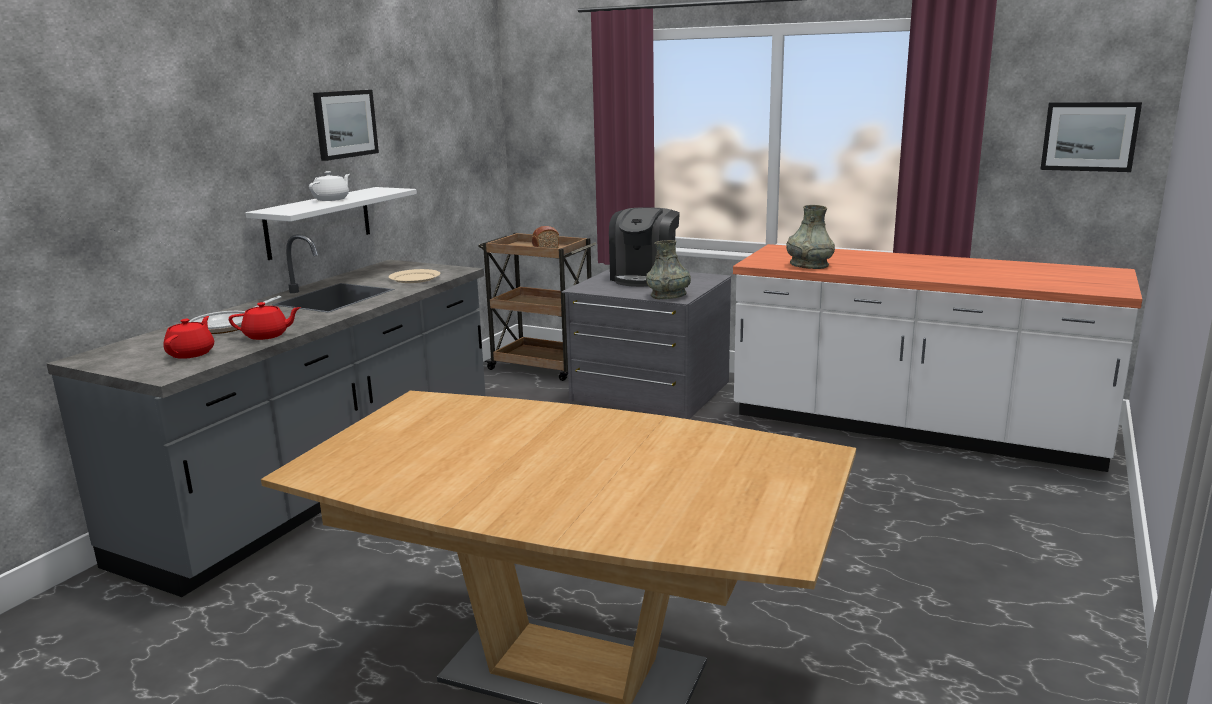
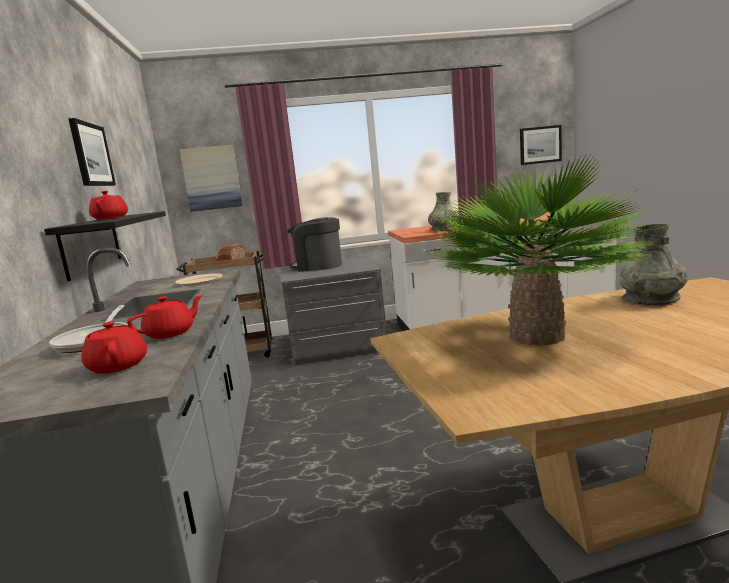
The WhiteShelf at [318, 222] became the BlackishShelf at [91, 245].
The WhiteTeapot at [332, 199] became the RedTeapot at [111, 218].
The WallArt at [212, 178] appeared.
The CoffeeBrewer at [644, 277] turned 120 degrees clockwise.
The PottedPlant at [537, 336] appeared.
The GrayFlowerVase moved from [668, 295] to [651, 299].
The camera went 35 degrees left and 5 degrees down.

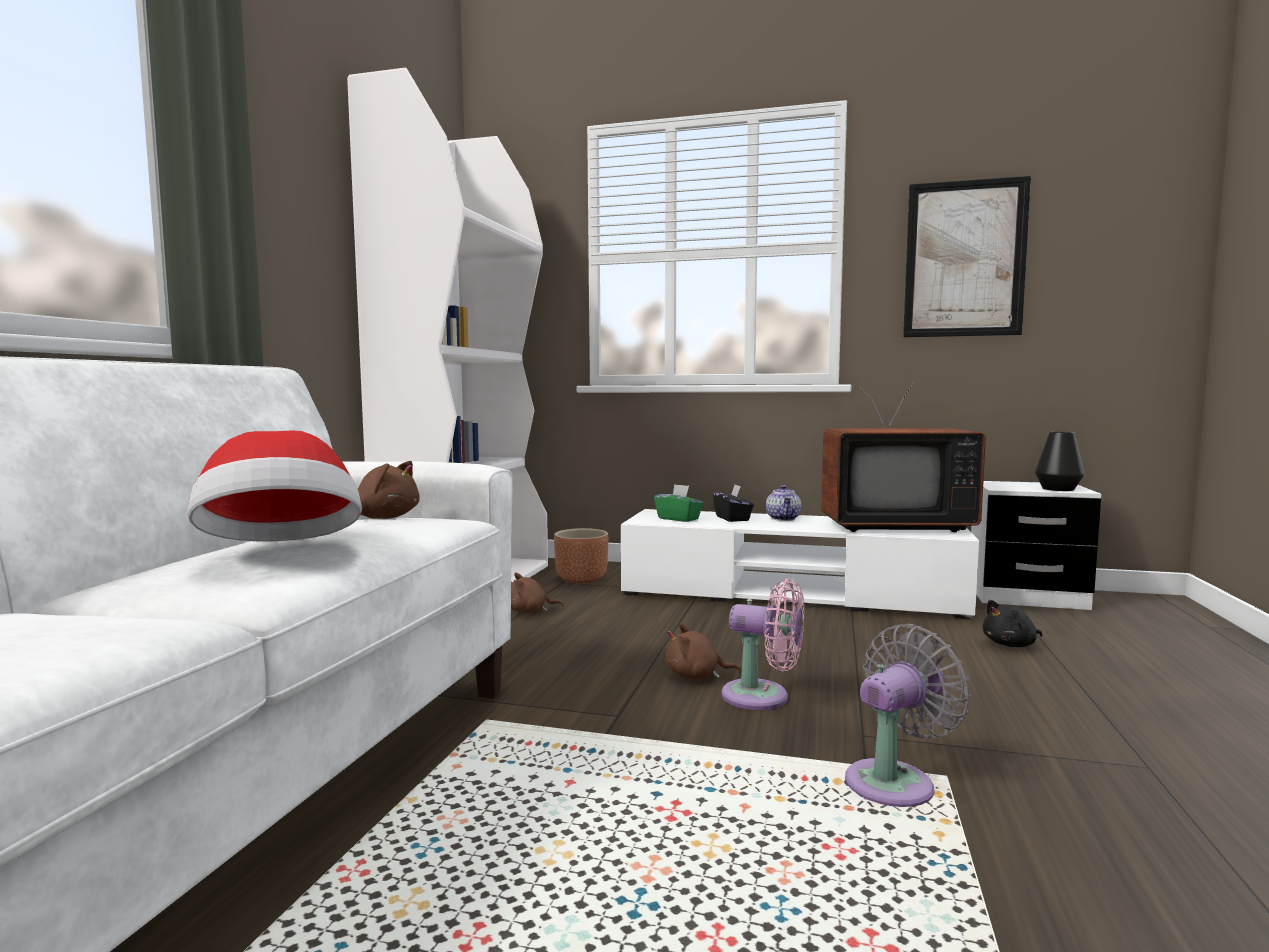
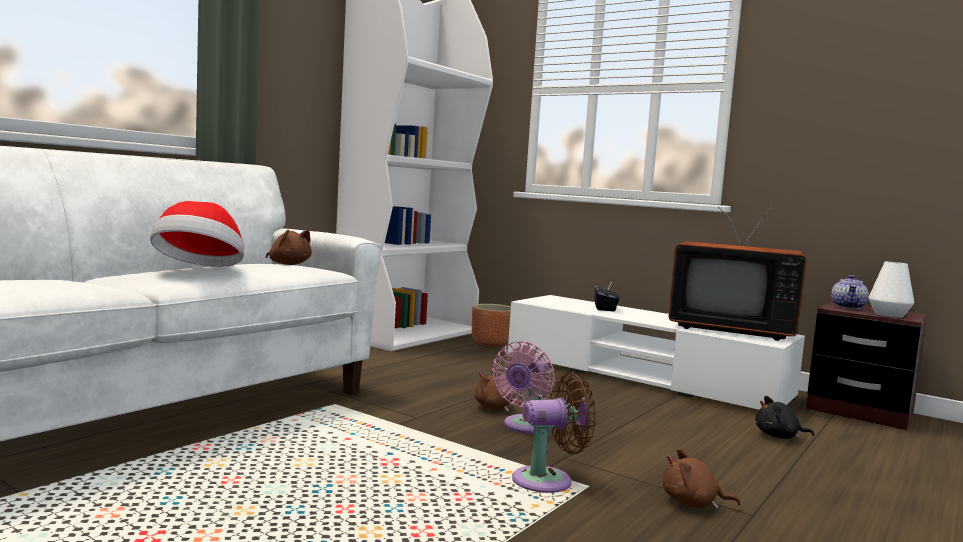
The PinkColouredCoolingFan at [762, 697] turned 75 degrees clockwise.
The GrayCoolingFan at [895, 782] became the BrownCoolingFan at [548, 481].
The BrownCuddlyToy moved from [529, 612] to [693, 504].
The WhiteBedsideTable at [1026, 596] became the BrownBedsideTable at [859, 412].
The Teapot moved from [783, 518] to [848, 307].
The BlackishFlowerVase at [1058, 489] became the WhiteFlowerVase at [889, 315].
The GreenTissueBox at [678, 519] disappeared.
The WallArt at [964, 259] disappeared.
The camera went 20 degrees right and 0 degrees up.

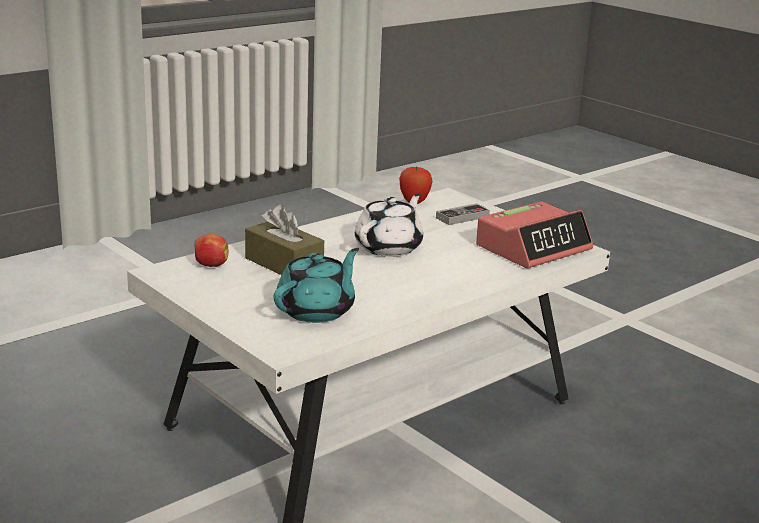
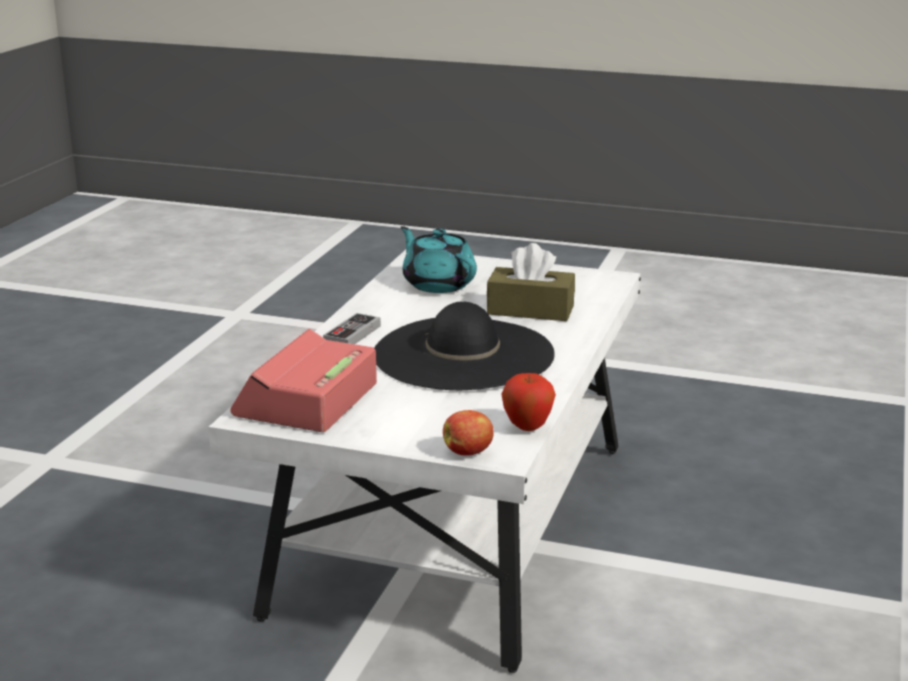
The Joypad moved from [462, 217] to [352, 335].
The WhiteTeapot at [389, 247] was replaced by the BlackishHat at [463, 354].
The TurquoiseColouredTeapot at [317, 310] turned 135 degrees clockwise.
The AppleFruit moved from [210, 265] to [468, 452].
The camera went 150 degrees right and 0 degrees up.

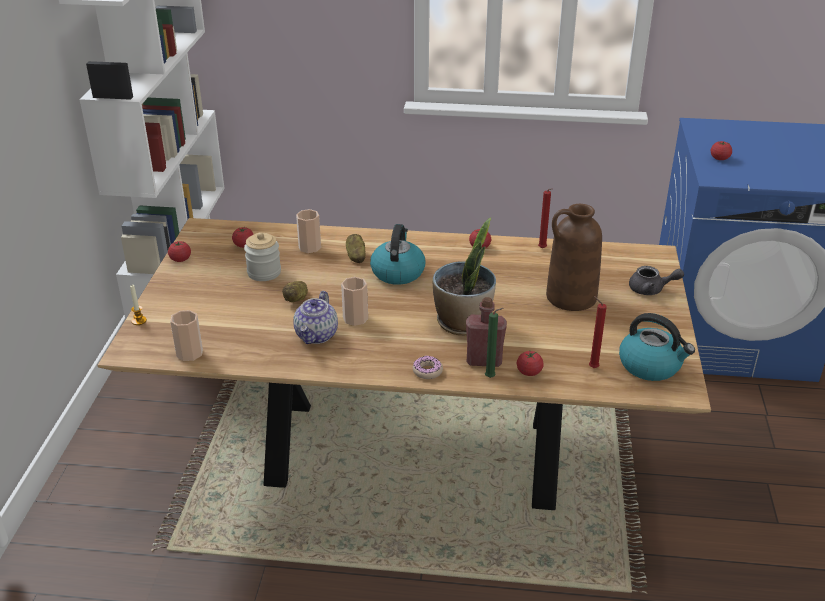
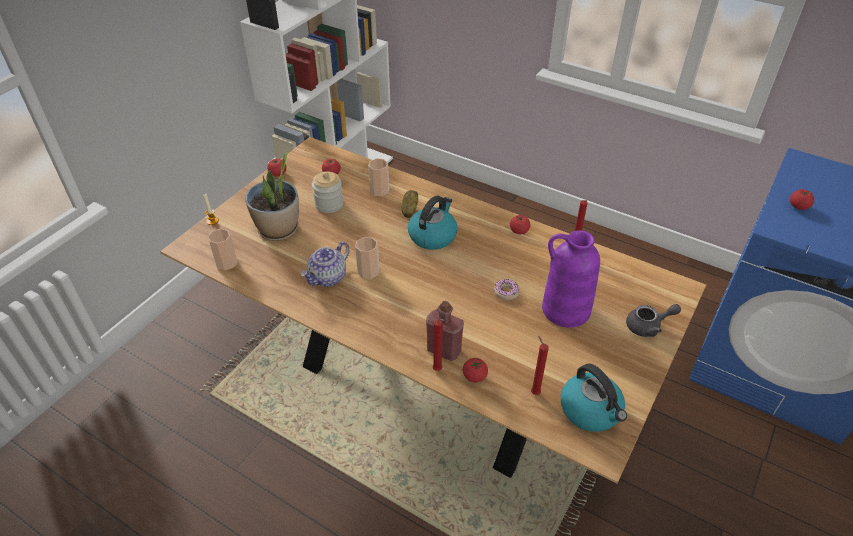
The PottedPlant moved from [463, 323] to [278, 230].
The GreenCandle at [491, 377] became the RedCandle at [438, 370].
The Donut moved from [427, 371] to [506, 292].
The BrownFlowerVase at [570, 297] became the PurpleFlowerVase at [565, 310].
The GrayTeapot at [651, 290] turned 45 degrees counterclockwise.
The Spud at [296, 299] disappeared.
The camera went 25 degrees right and 10 degrees up.

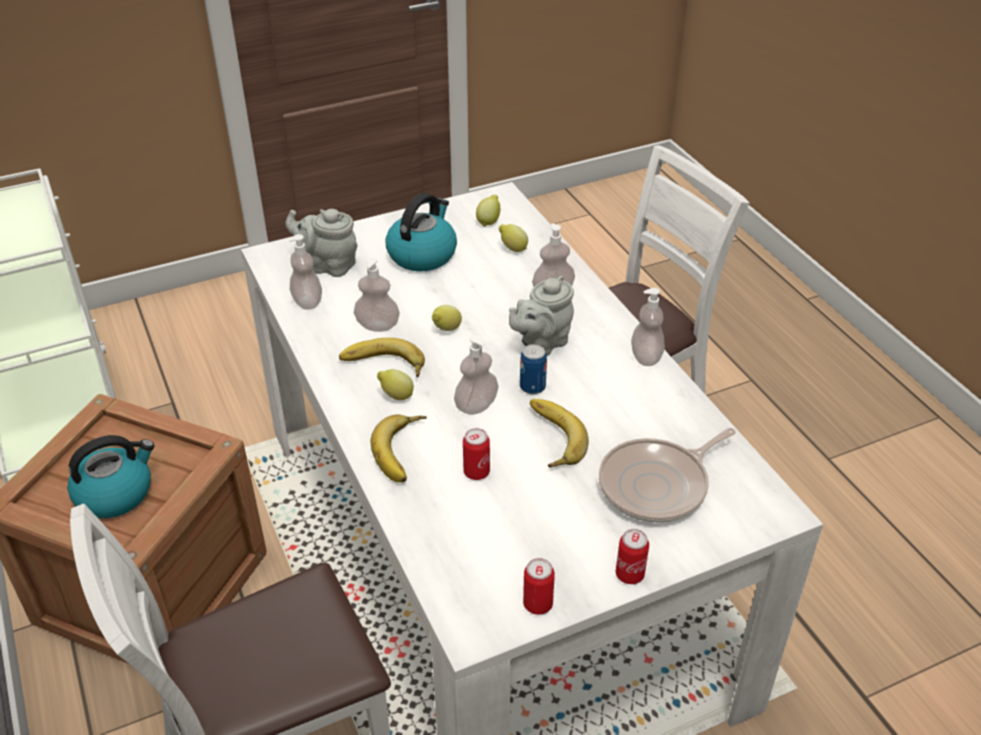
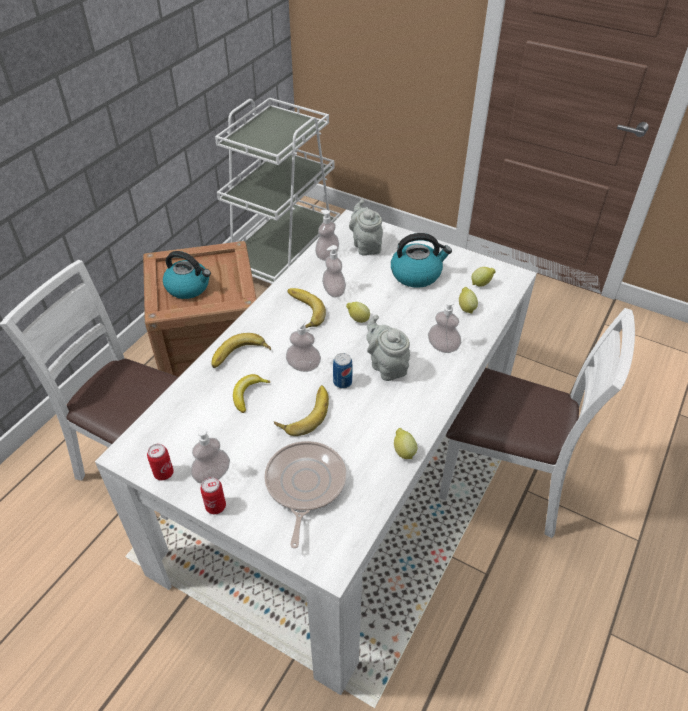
The SoapDispenser moved from [646, 357] to [212, 475].
The MetalCan at [476, 472] was replaced by the BananaFruit at [248, 394].
The Skillet at [658, 485] turned 75 degrees clockwise.
The GrayTeapot at [541, 343] turned 45 degrees clockwise.
The CitrusFruit moved from [396, 396] to [403, 451].
The camera went 55 degrees right and 5 degrees up.

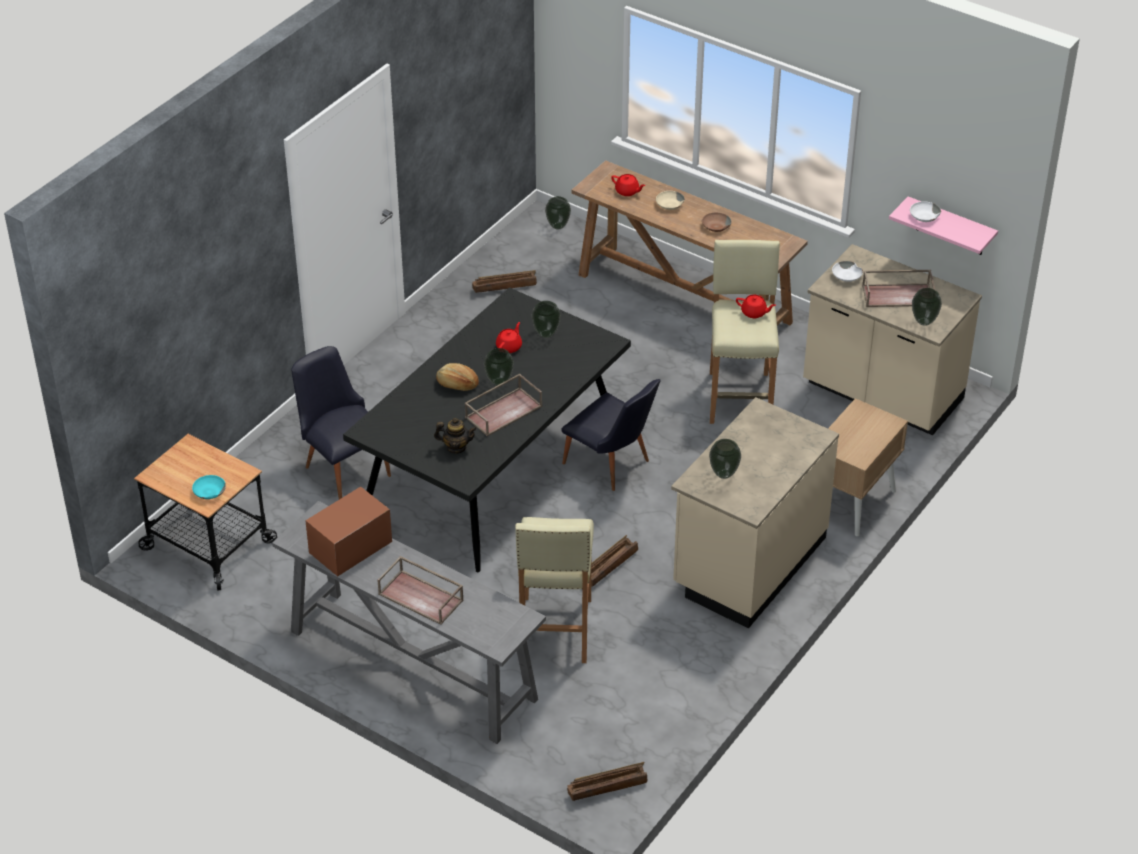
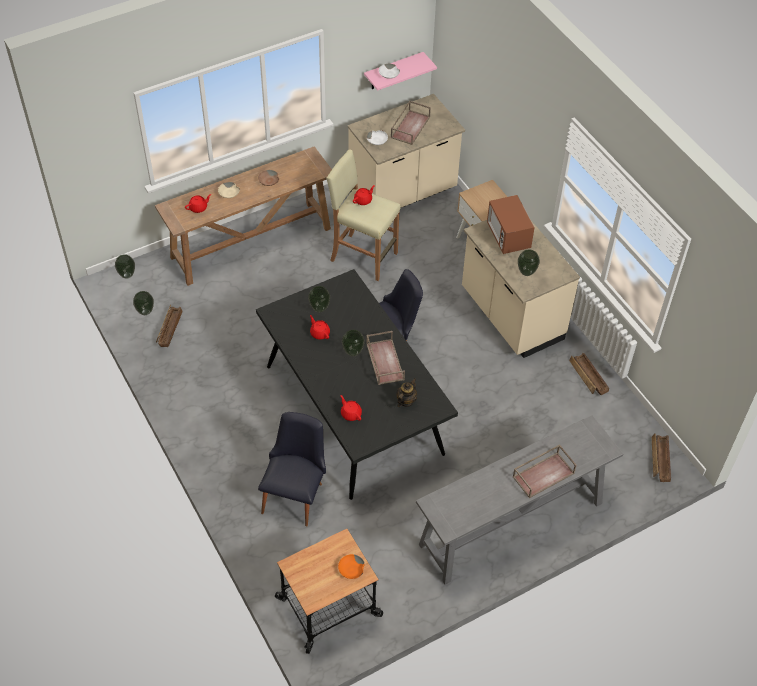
The FlowerVase moved from [924, 321] to [145, 311].
The BlackishChair at [343, 466] turned 120 degrees clockwise.
The TurquoiseColouredBowl at [209, 492] became the OrangeBowl at [351, 569].
The RedTeapot at [351, 413] appeared.
The KitchenMicrowave moved from [350, 550] to [508, 236].
The PackingCrate moved from [608, 566] to [588, 377].
The Bread at [457, 384] disappeared.
The BeigeSittingStool at [555, 630] disappeared.
The camera went 65 degrees left and 10 degrees up.

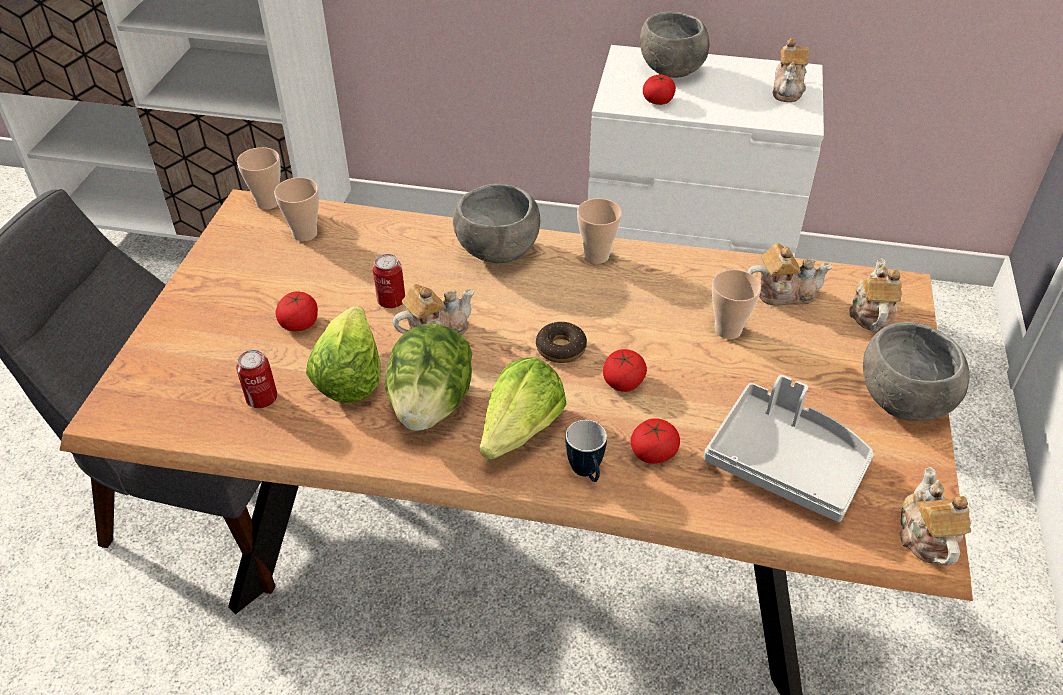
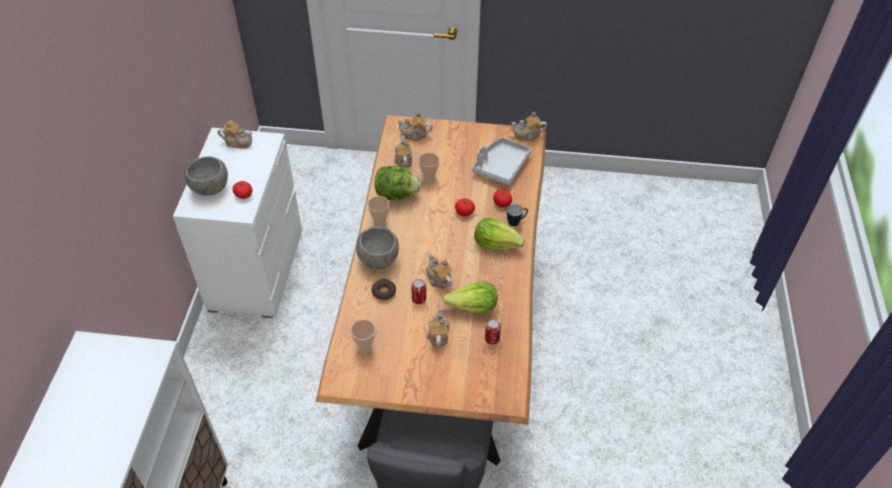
The Donut moved from [561, 348] to [384, 292].
The LettuceHead moved from [431, 404] to [396, 194].
The WholeTomato at [299, 322] was replaced by the Teapot at [438, 334].
The SmallCup at [268, 202] disappeared.
The GrayBowl at [903, 403] disappeared.
The camera went 95 degrees left and 5 degrees up.

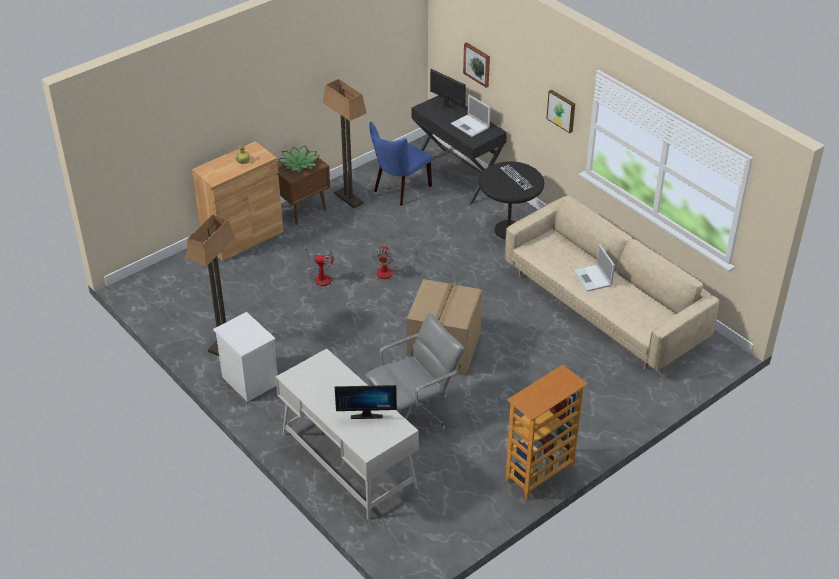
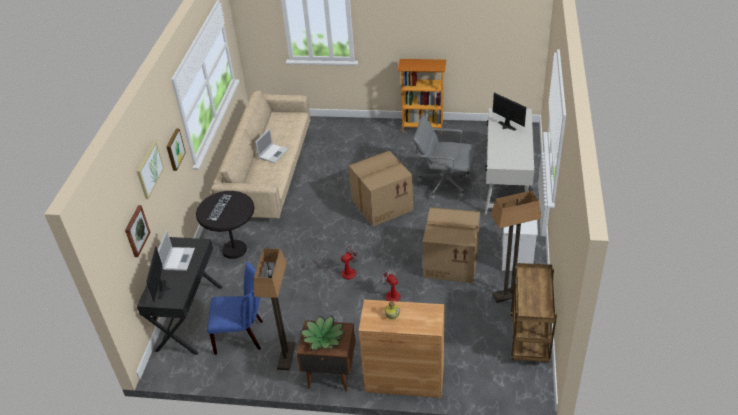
The WallArt at [149, 169] appeared.
The CardboardBox at [452, 262] appeared.
The BrownCart at [530, 339] appeared.
The camera went 130 degrees left and 0 degrees up.

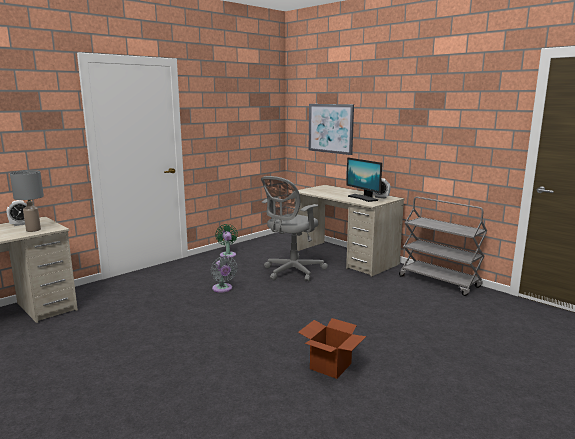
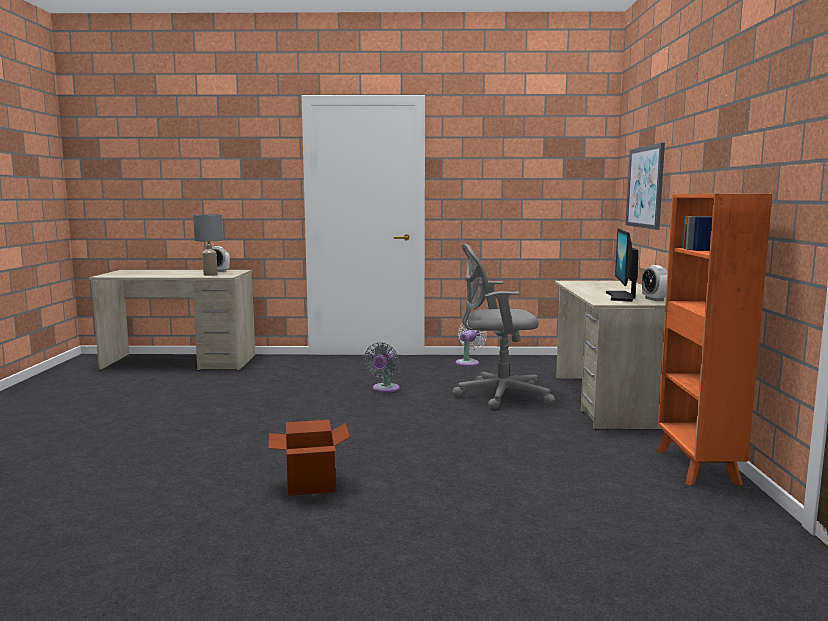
The GreenCoolingFan at [227, 254] became the WhiteCoolingFan at [468, 362].
The GrayCart at [440, 282] was replaced by the OrangeShelvingUnit at [697, 467].
The camera went 45 degrees right and 5 degrees down.

